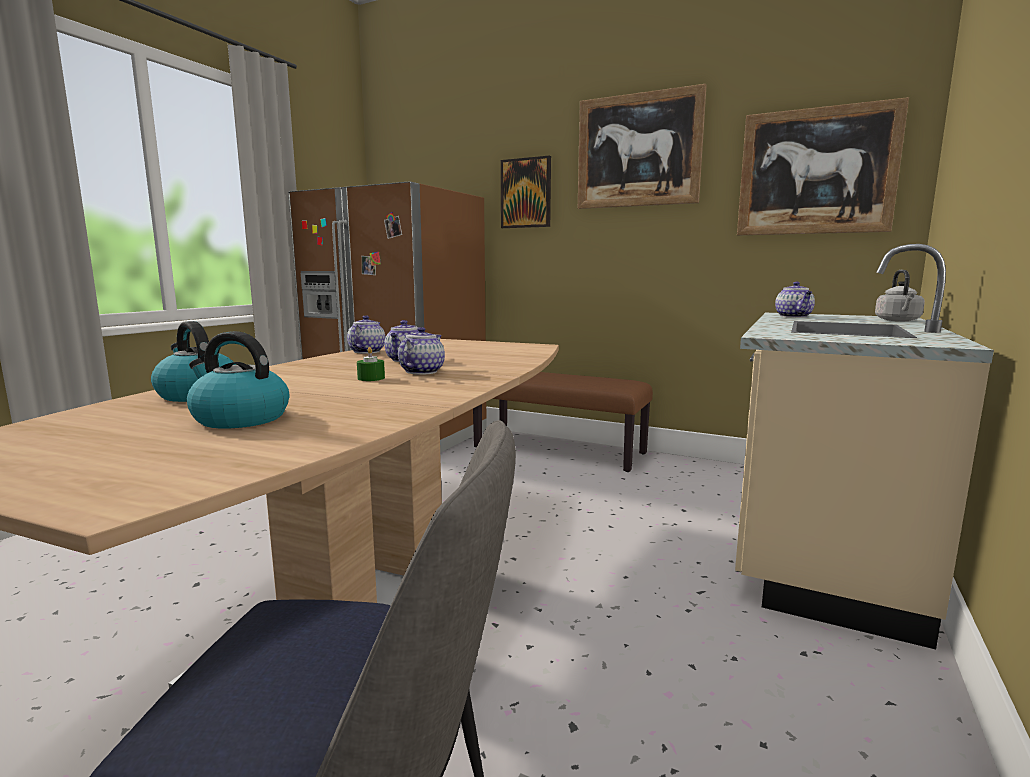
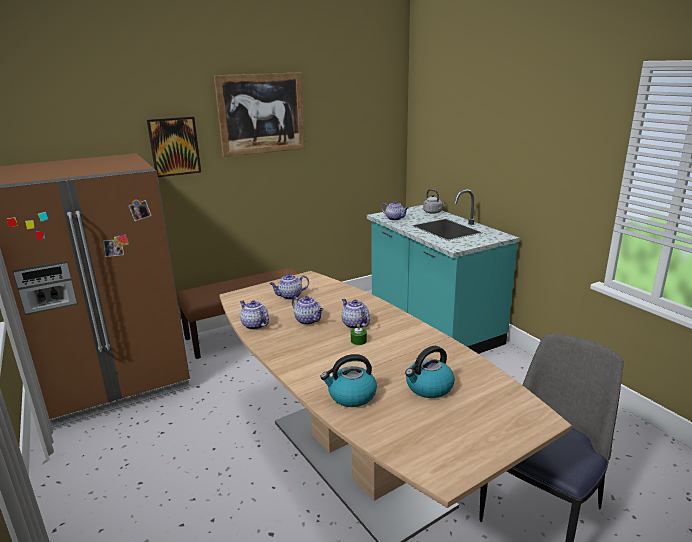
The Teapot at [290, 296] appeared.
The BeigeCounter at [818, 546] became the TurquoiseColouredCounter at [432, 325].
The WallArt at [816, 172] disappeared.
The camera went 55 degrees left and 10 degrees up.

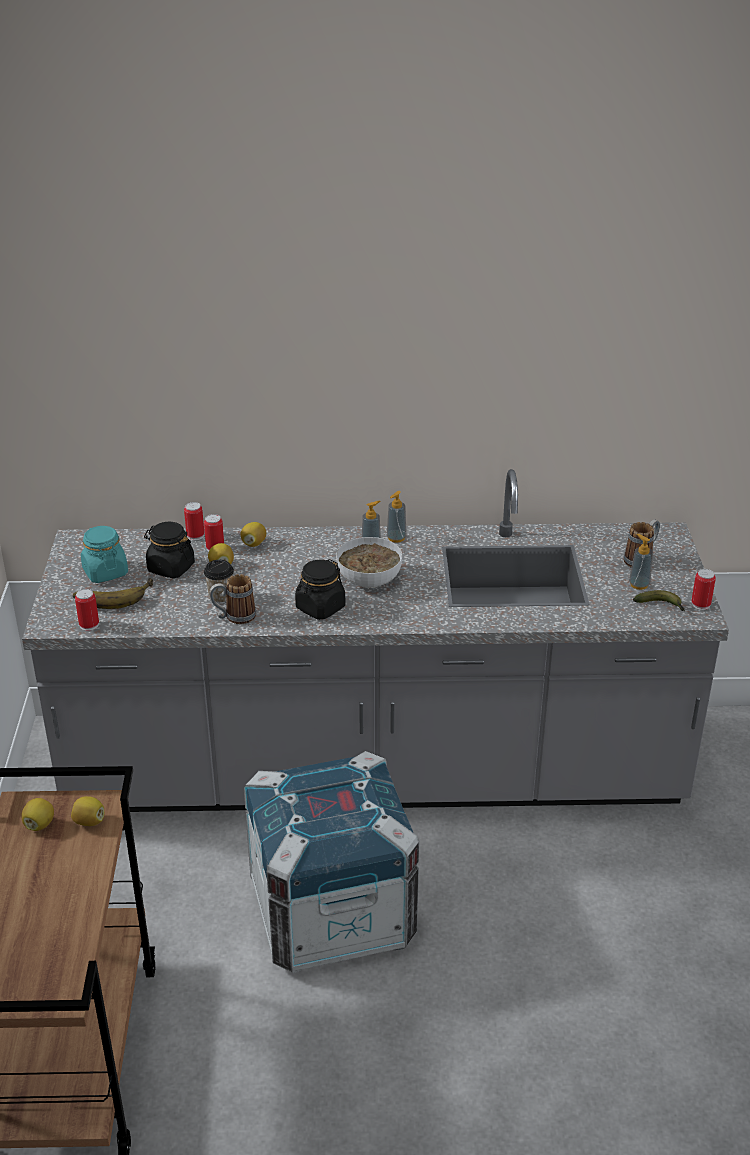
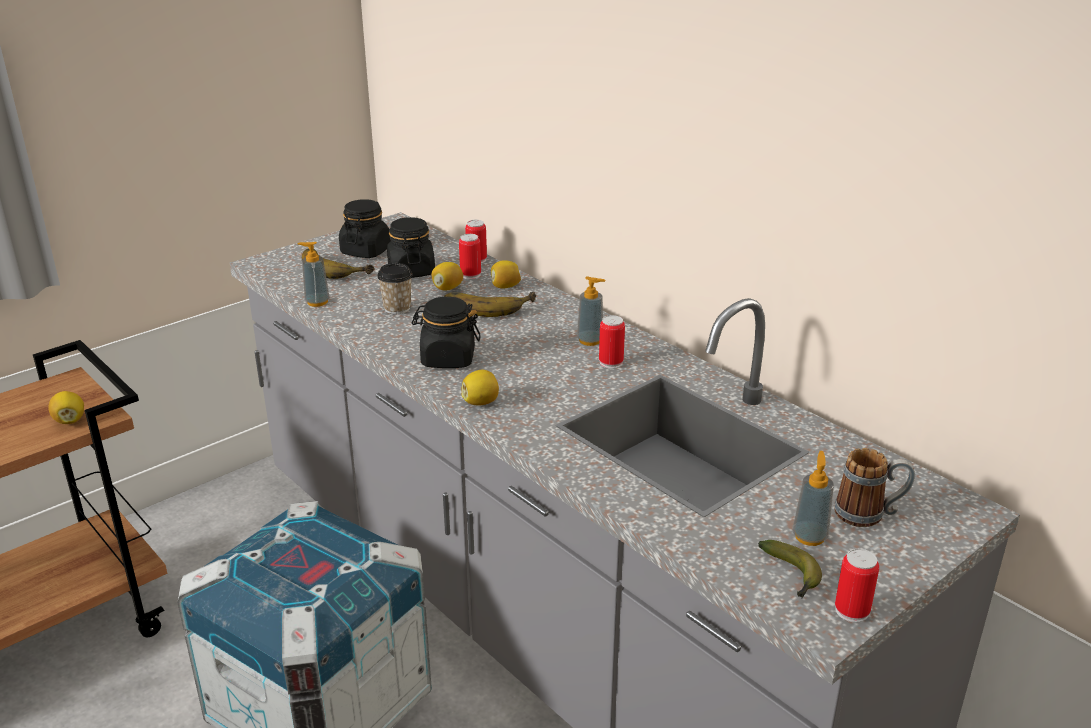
The SoapDispenser moved from [396, 538] to [317, 302].
The TurquoiseColouredPreserveJar at [105, 572] became the BlackishPreserveJar at [366, 251].
The BananaFruit at [488, 304] appeared.
The CitrusFruit moved from [39, 824] to [481, 402].
The MetalCan moved from [89, 625] to [611, 362].
The TeaMug at [234, 617] disappeared.
The Bowl at [369, 580] disappeared.
The camera went 50 degrees right and 5 degrees down.

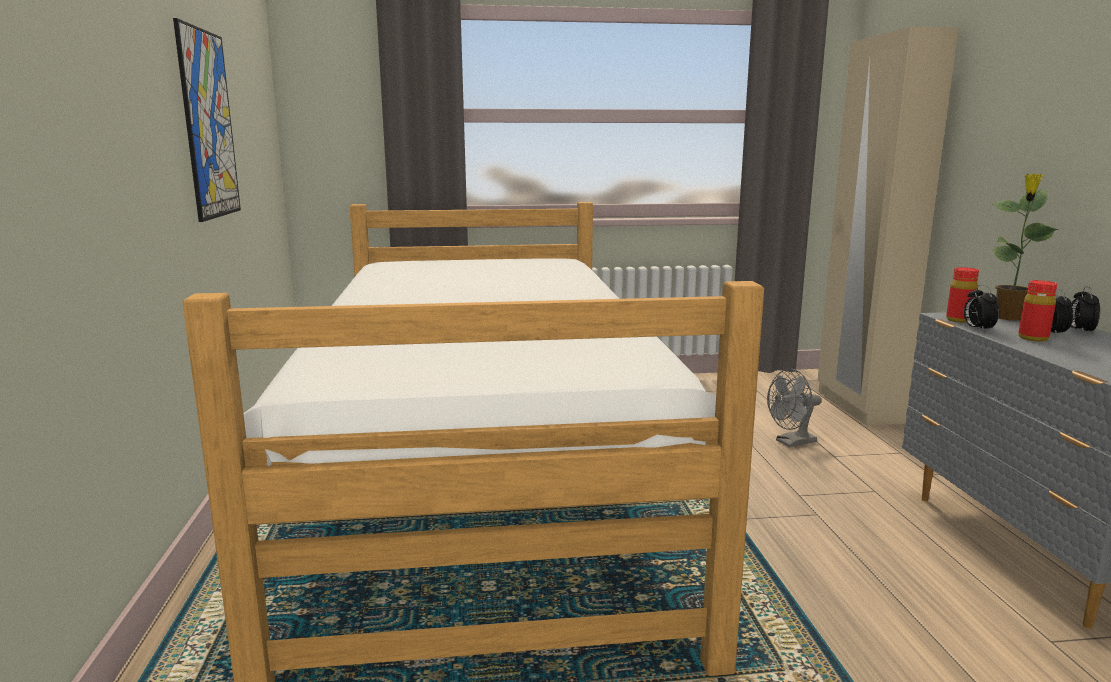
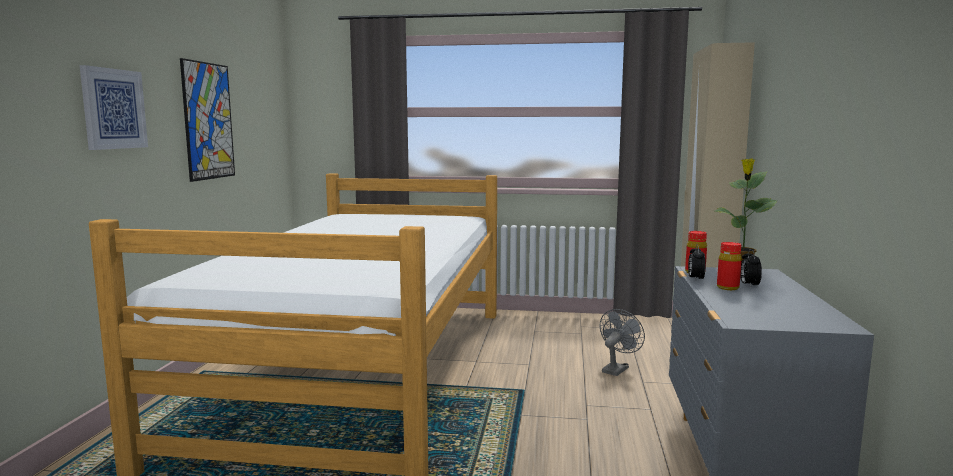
The WallArt at [113, 109] appeared.
The GrayCoolingFan at [791, 442] turned 135 degrees clockwise.
The AlarmClock at [1080, 331] disappeared.
The camera went 15 degrees right and 5 degrees down.

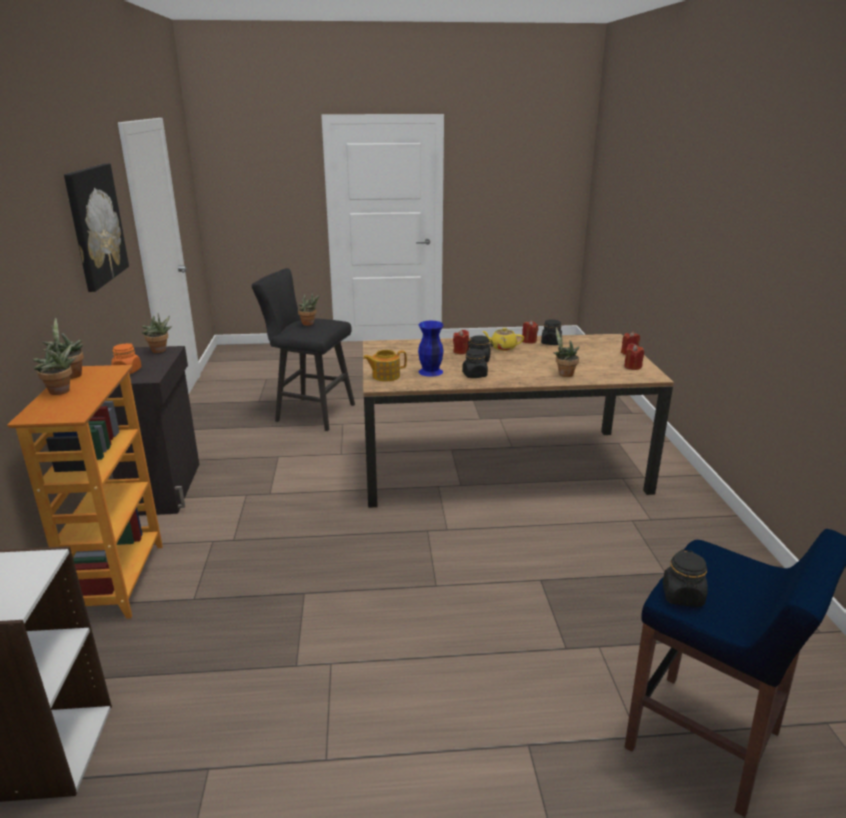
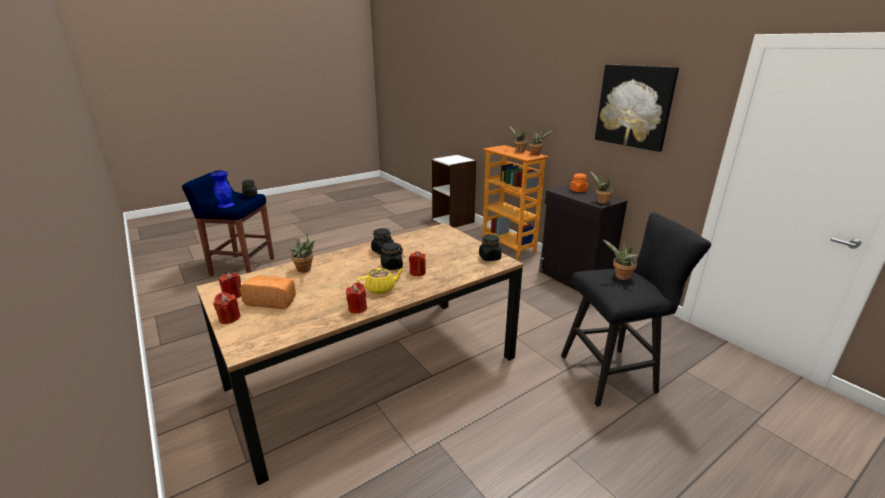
The BlueColouredFlowerVase moved from [430, 372] to [226, 205].
The Bread at [272, 301] appeared.
The BlackishPreserveJar moved from [551, 343] to [490, 257].
The Teapot at [385, 376] disappeared.
The camera went 150 degrees right and 0 degrees up.

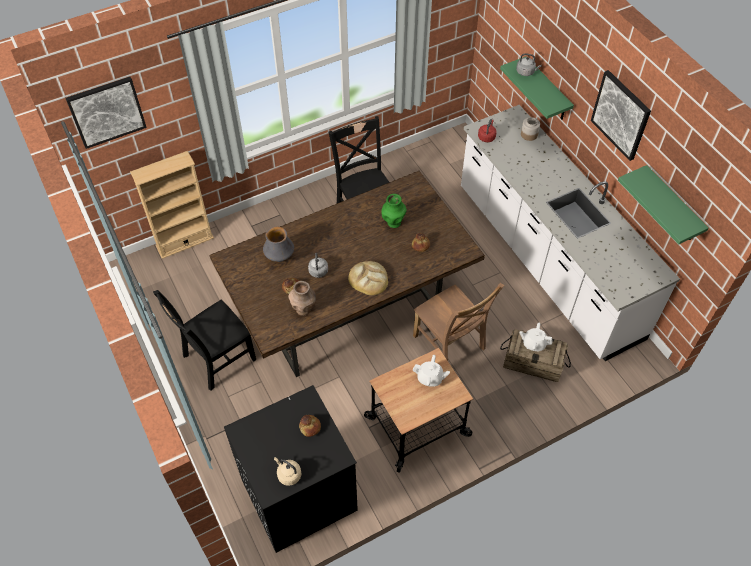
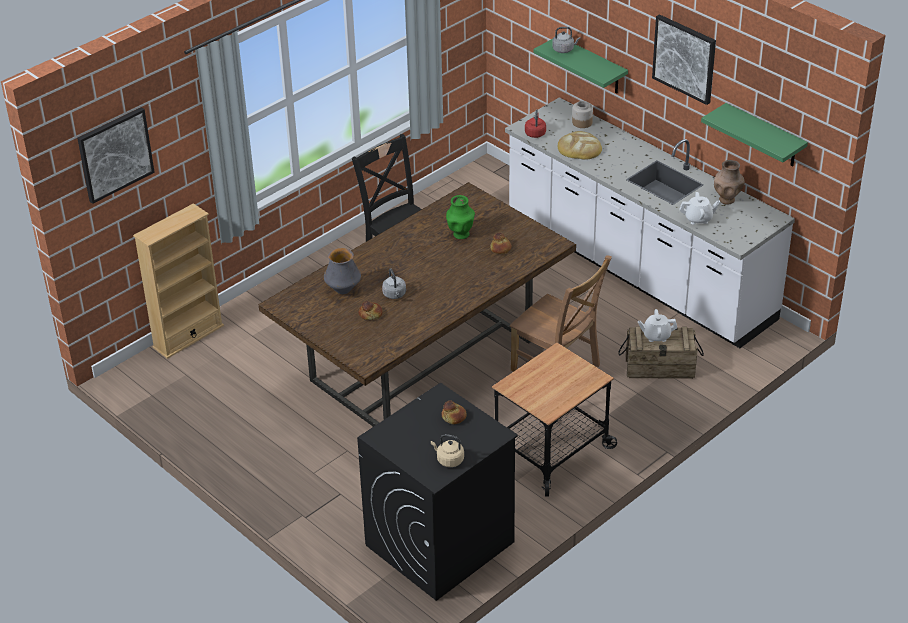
The Bread moved from [368, 279] to [579, 148].
The WhiteTeapot moved from [430, 378] to [698, 219].
The BrownFlowerVase moved from [303, 309] to [727, 199].
The BlackishChair at [216, 359] disappeared.
The camera went 15 degrees left and 15 degrees down.

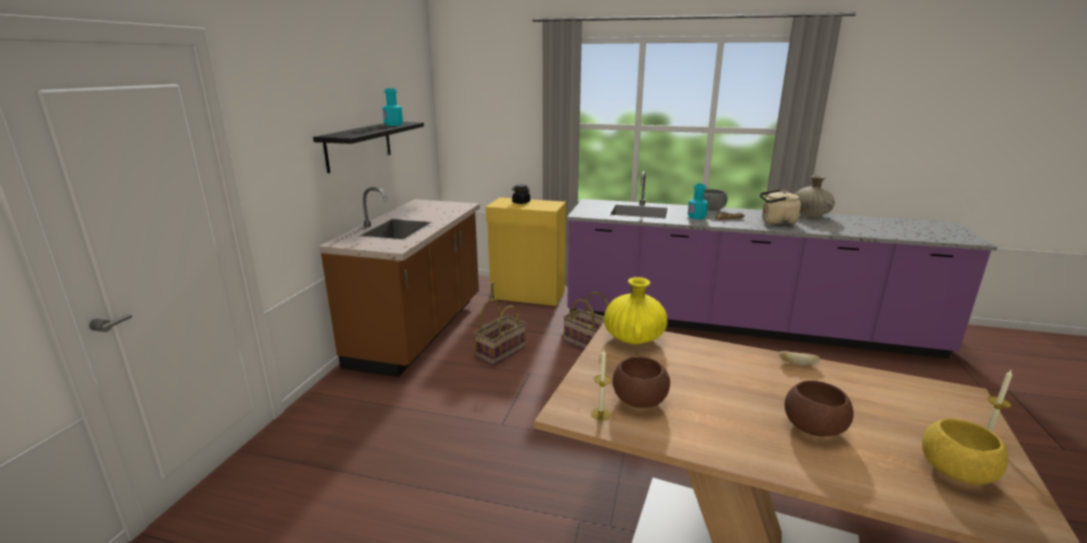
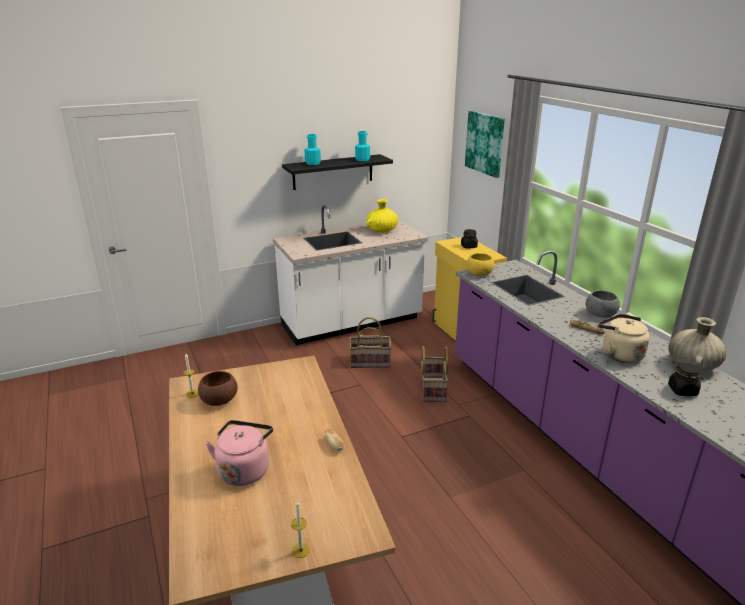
The BrownBowl at [813, 427] was replaced by the PinkColouredTeaKettle at [244, 469].
The BrownCounter at [419, 331] became the WhiteCounter at [352, 323].
The TurquoiseColouredDrinkBottle moved from [696, 217] to [313, 163].
The YellowFlowerVase moved from [634, 338] to [382, 231].
The WallArt at [485, 143] appeared.
The YellowBowl moved from [956, 472] to [479, 274].
The BlackishPreserveJar at [682, 390] appeared.
The camera went 50 degrees right and 5 degrees up.

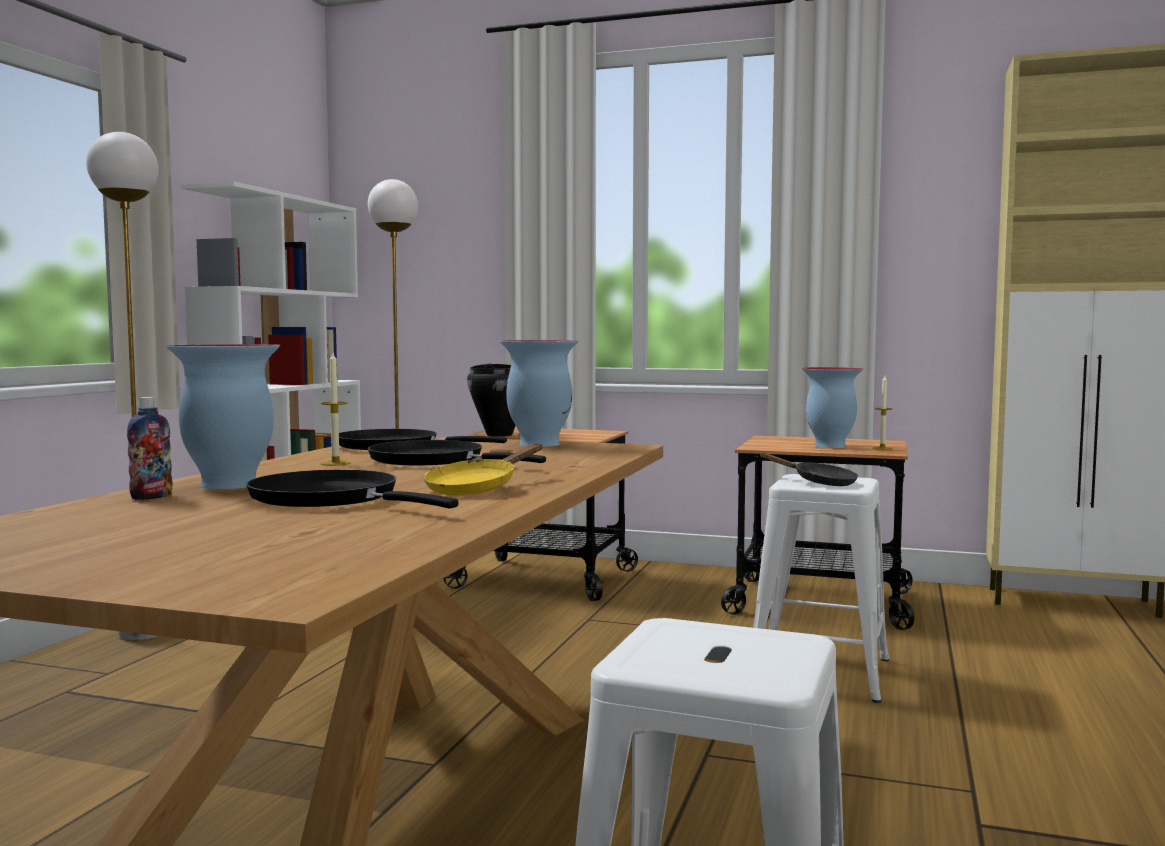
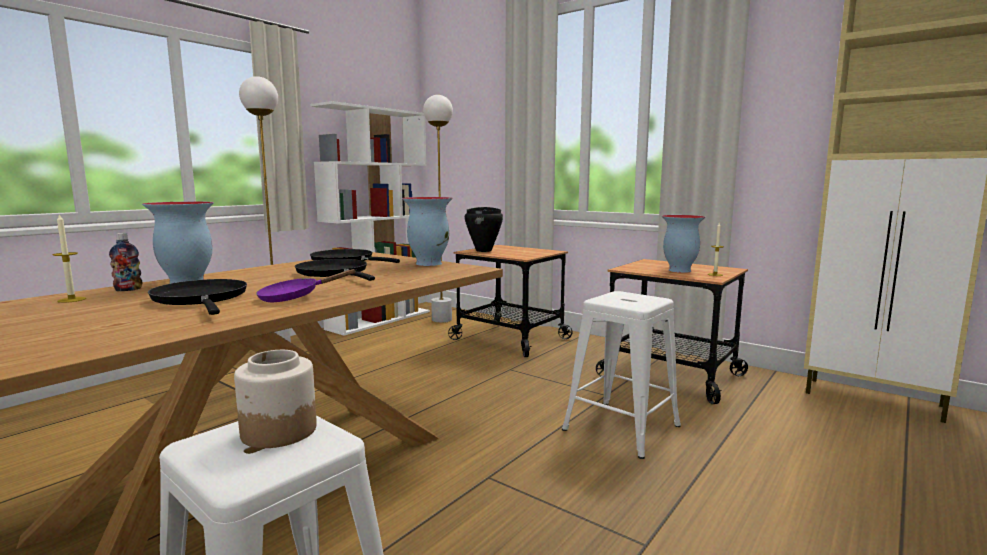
The Candle moved from [335, 463] to [72, 300].
The PreserveJar at [278, 431] appeared.
The YellowSkillet at [477, 488] became the PurpleSkillet at [295, 297].
The BlackishSkillet at [818, 482] disappeared.
The camera went 20 degrees right and 5 degrees up.

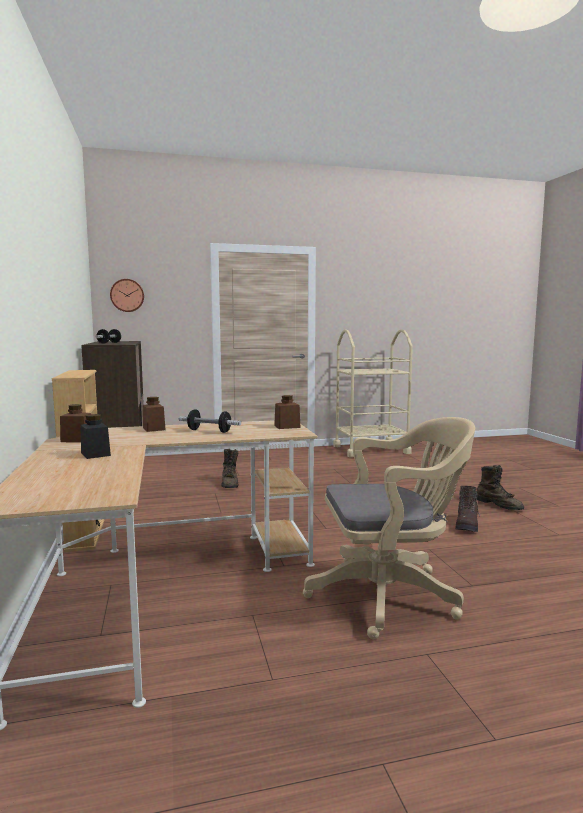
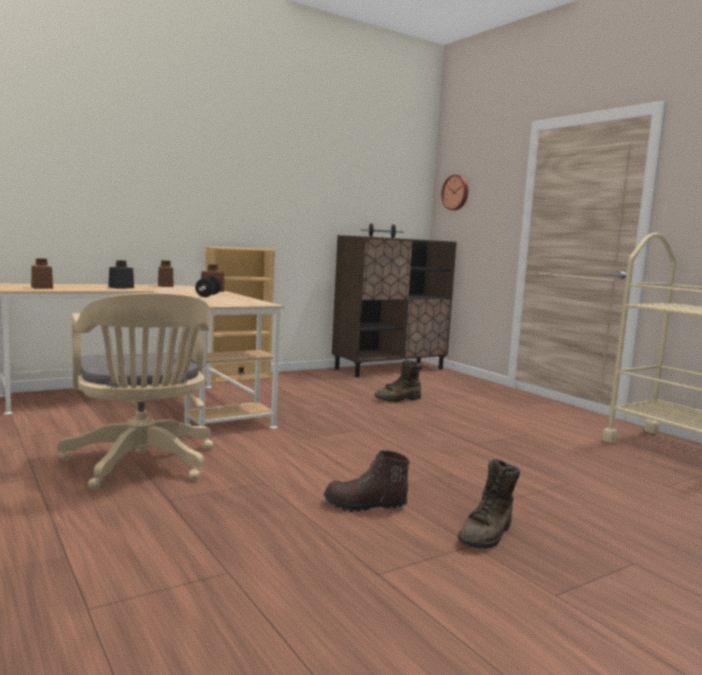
The BrownPreserveJar moved from [287, 426] to [42, 287].
The camera went 70 degrees right and 0 degrees up.

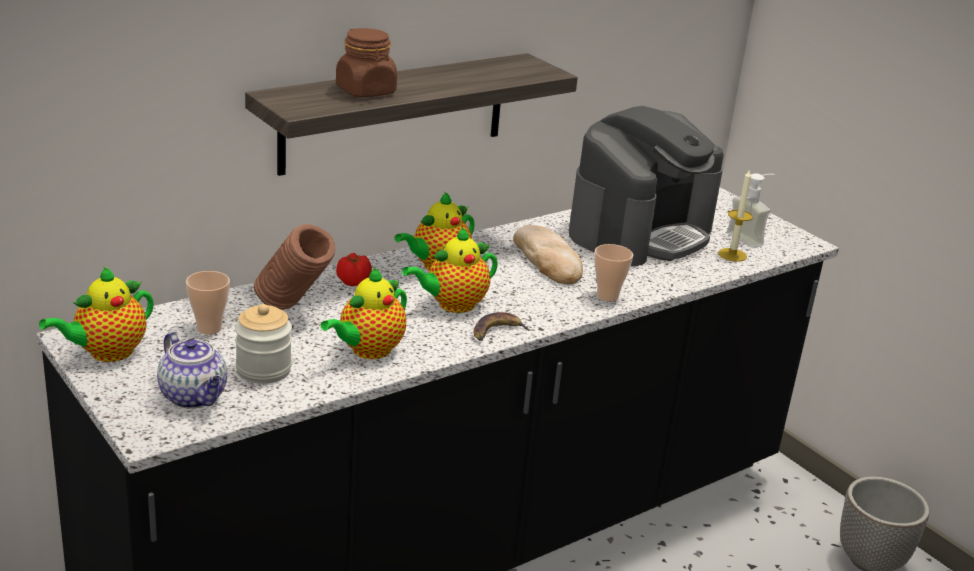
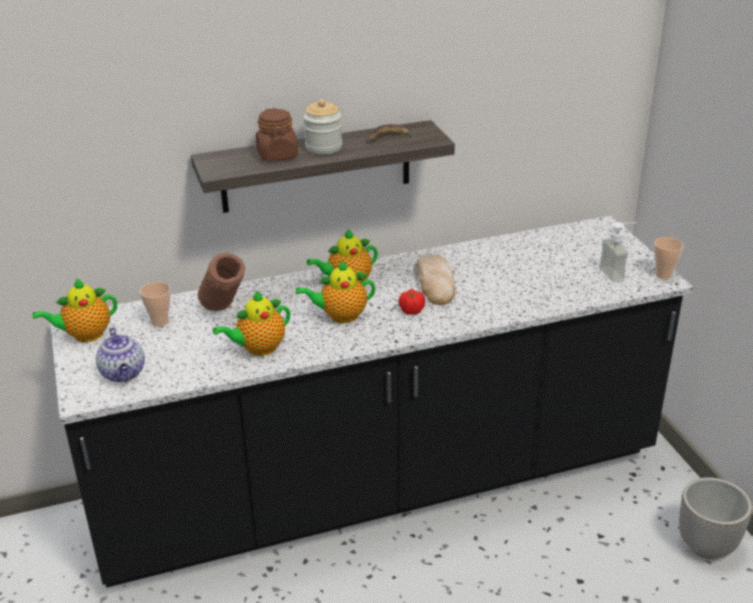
The PreserveJar moved from [263, 370] to [323, 147].
The BananaFruit moved from [497, 332] to [388, 137].
The WholeTomato moved from [353, 282] to [411, 310].
The SmallCup moved from [607, 296] to [663, 275].
The CoffeeBrewer at [640, 232] disappeared.
The Candle at [732, 255] disappeared.
The camera went 20 degrees right and 5 degrees up.

